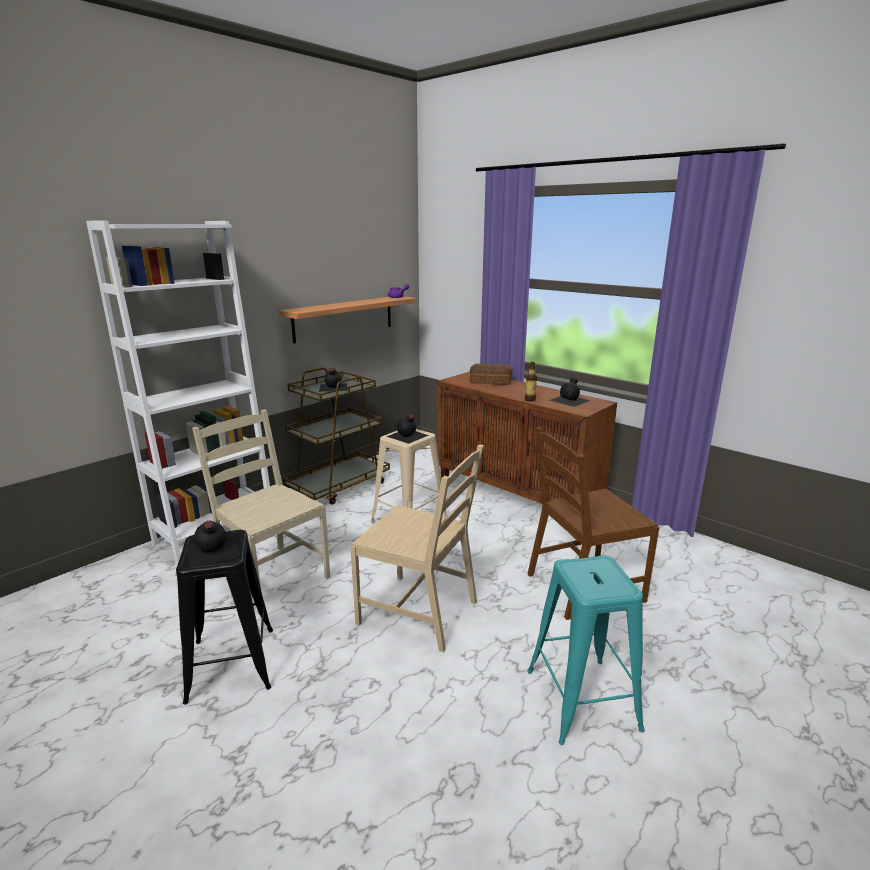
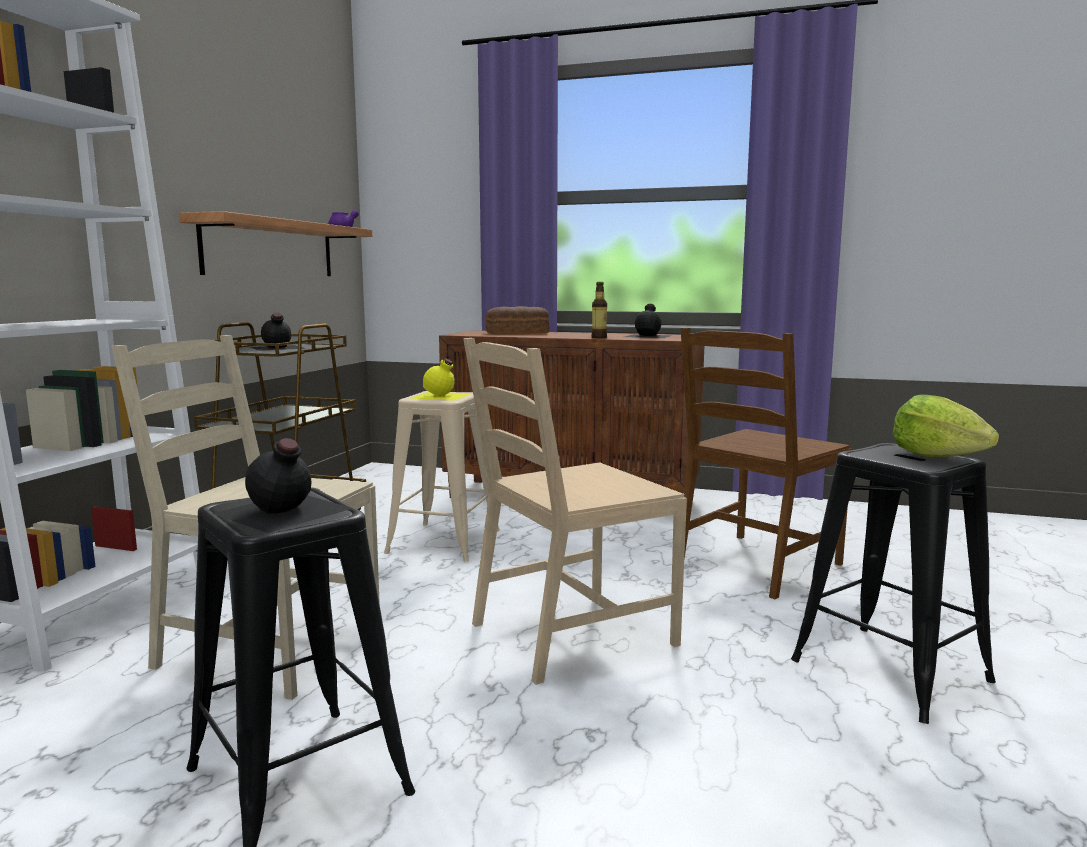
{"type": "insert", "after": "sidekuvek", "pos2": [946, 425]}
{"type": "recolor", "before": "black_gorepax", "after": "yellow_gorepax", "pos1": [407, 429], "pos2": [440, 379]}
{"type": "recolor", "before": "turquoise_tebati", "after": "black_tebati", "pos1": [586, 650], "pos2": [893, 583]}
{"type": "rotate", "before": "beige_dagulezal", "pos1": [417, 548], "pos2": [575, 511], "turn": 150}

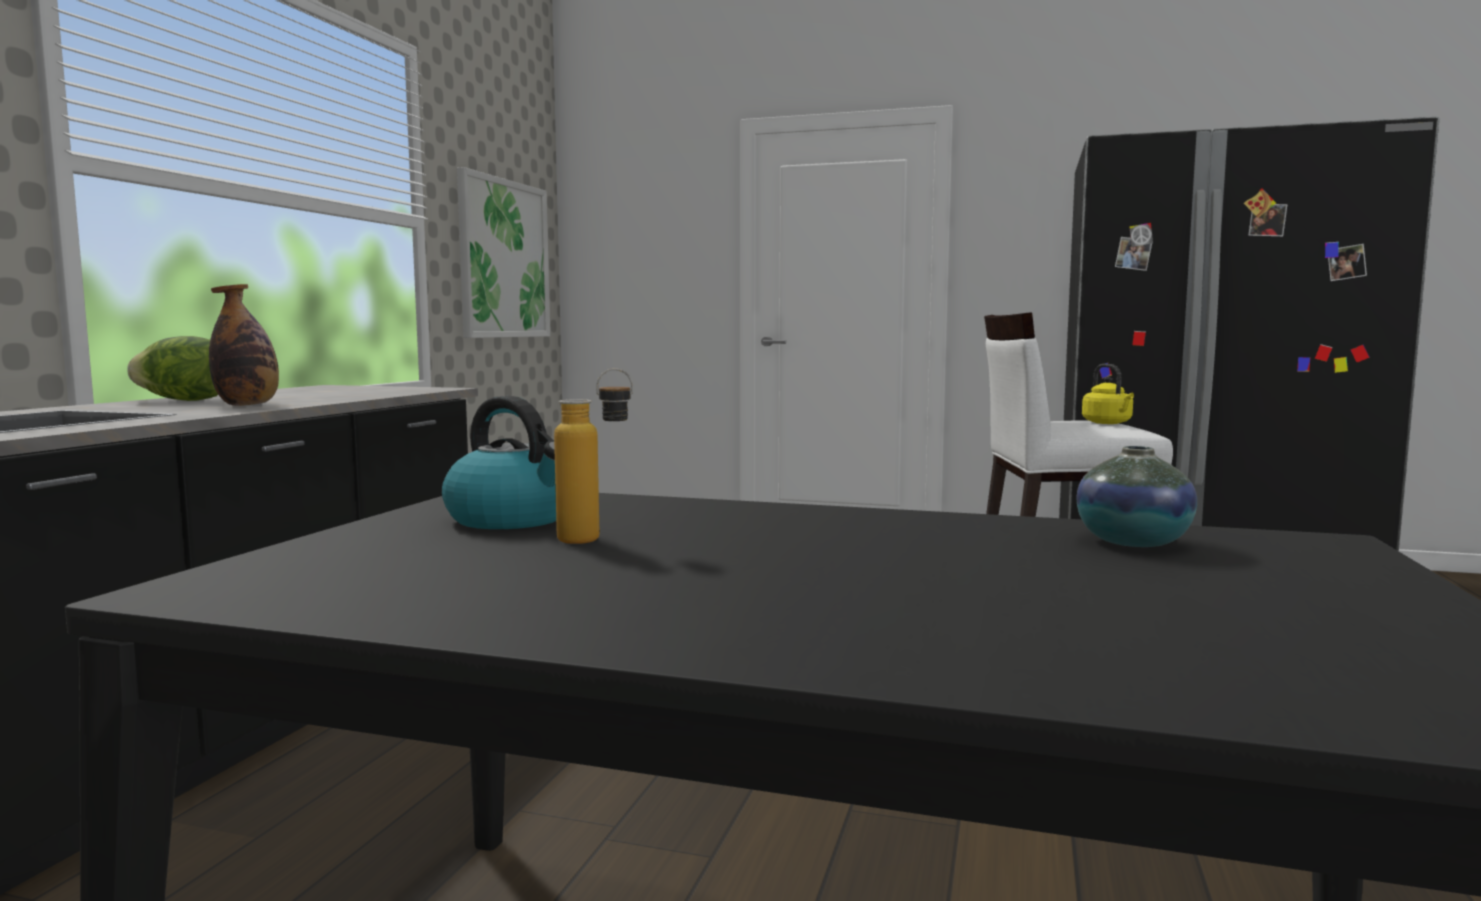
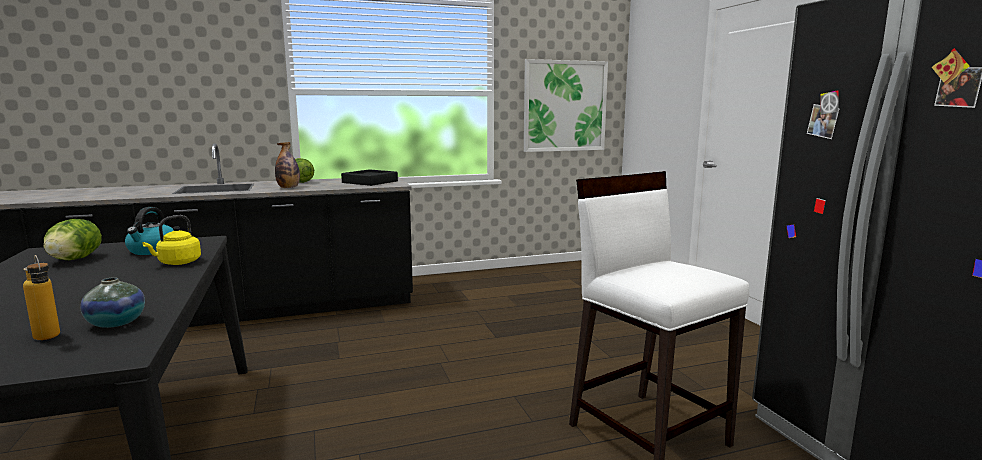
{"type": "insert", "after": "sidekuvek", "pos2": [73, 239]}
{"type": "insert", "after": "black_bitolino", "pos2": [369, 177]}
{"type": "move", "before": "gorepax", "pos1": [593, 456], "pos2": [41, 297]}
{"type": "move", "before": "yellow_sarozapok", "pos1": [1108, 394], "pos2": [171, 240]}

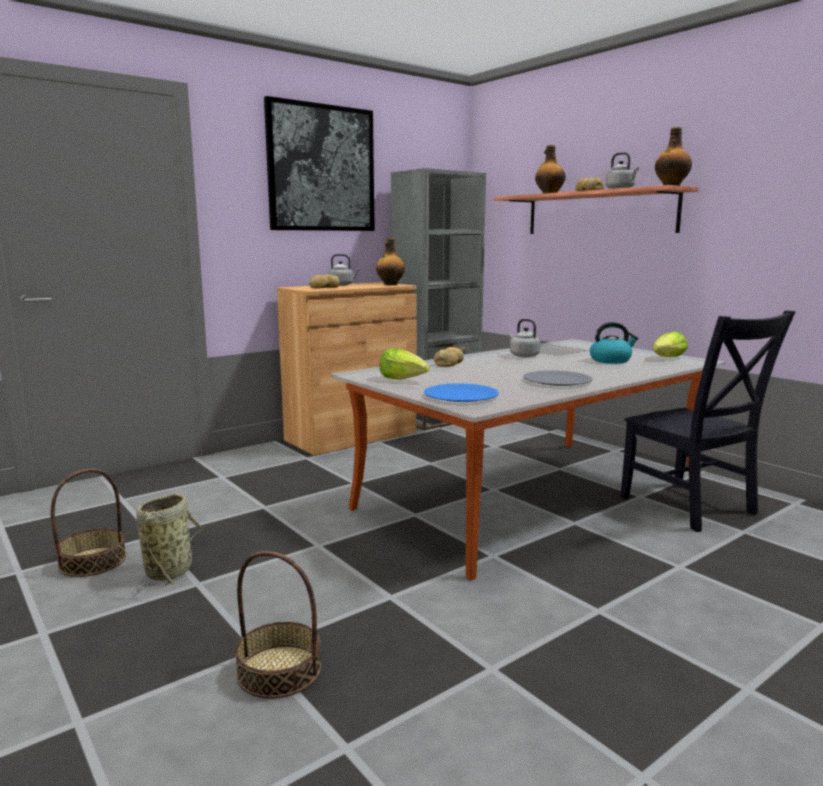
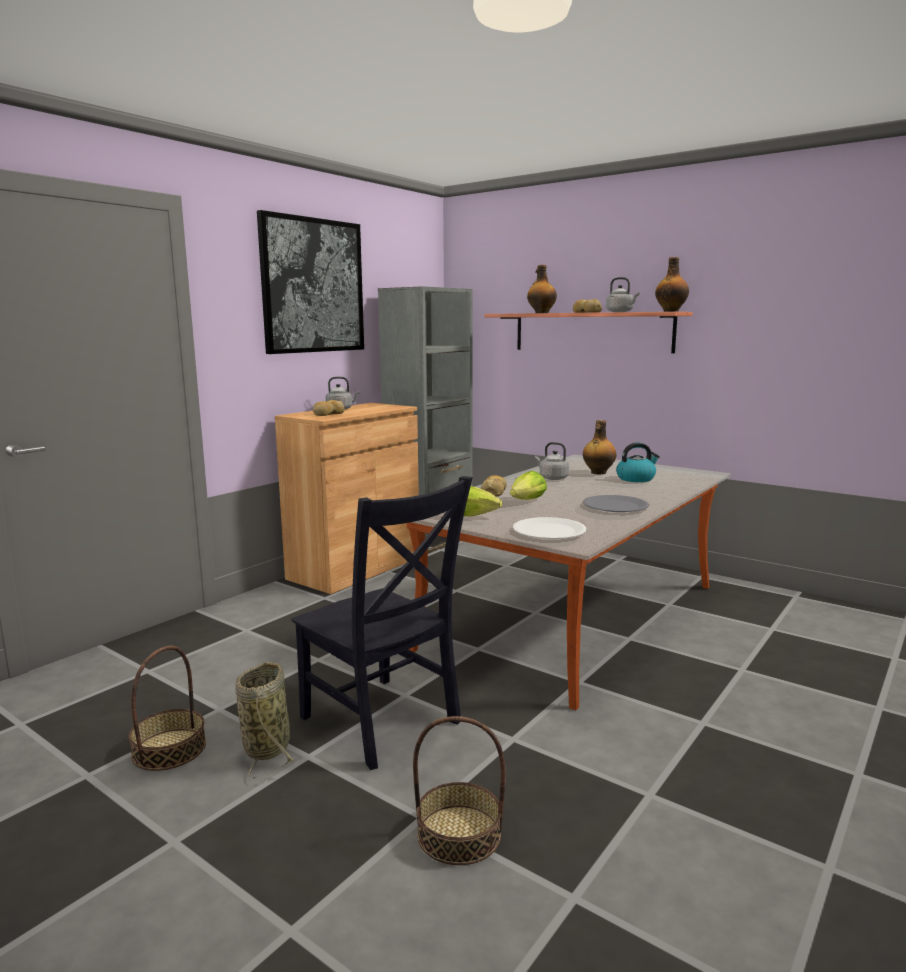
{"type": "move", "before": "gorepax", "pos1": [390, 261], "pos2": [599, 447]}
{"type": "move", "before": "black_dagulezal", "pos1": [708, 421], "pos2": [382, 623]}
{"type": "move", "before": "sidekuvek", "pos1": [670, 344], "pos2": [528, 485]}
{"type": "recolor", "before": "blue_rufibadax", "after": "white_rufibadax", "pos1": [461, 392], "pos2": [549, 528]}

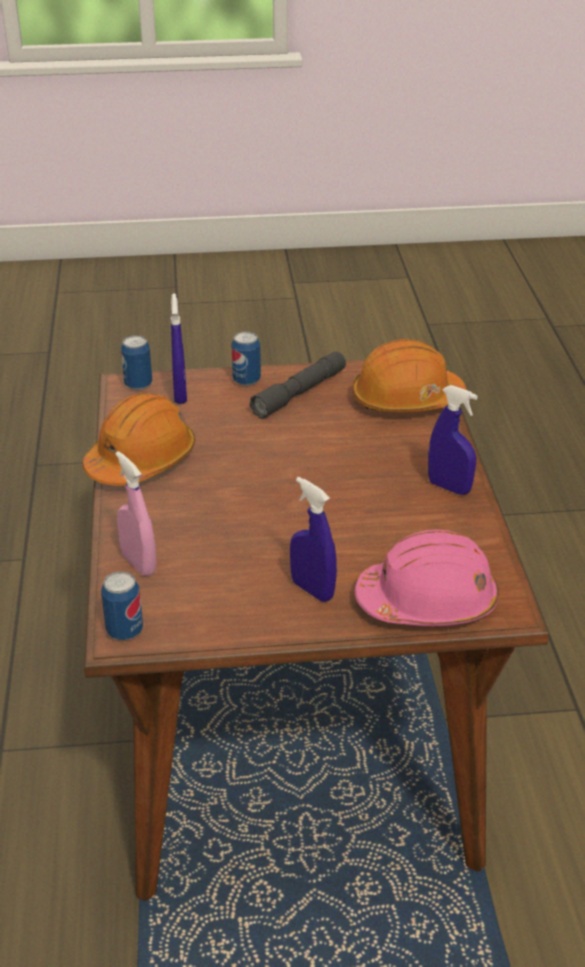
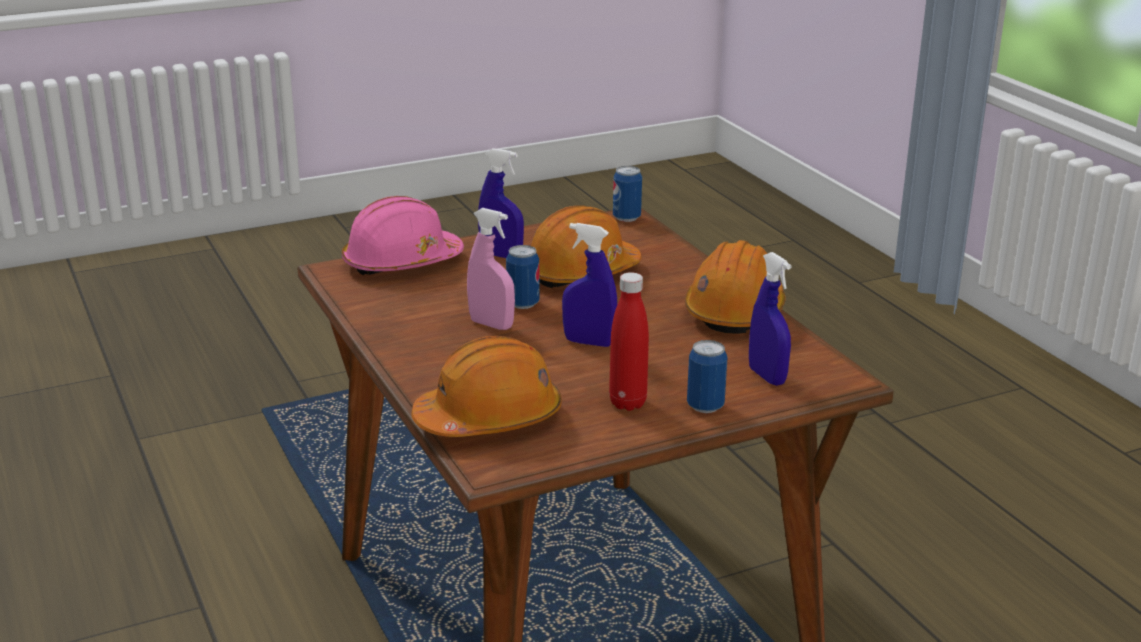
{"type": "insert", "after": "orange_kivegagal", "pos2": [586, 246]}
{"type": "move", "before": "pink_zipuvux", "pos1": [135, 513], "pos2": [491, 269]}
{"type": "move", "before": "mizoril", "pos1": [136, 362], "pos2": [523, 277]}
{"type": "move", "before": "blue_zipuvux", "pos1": [453, 440], "pos2": [589, 285]}
{"type": "replace", "before": "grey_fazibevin", "after": "red_gorepax", "pos1": [298, 385], "pos2": [629, 341]}

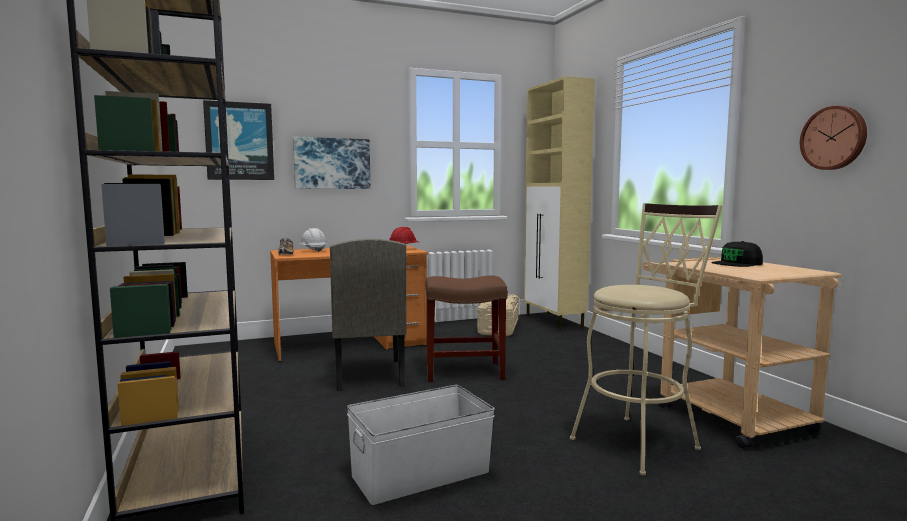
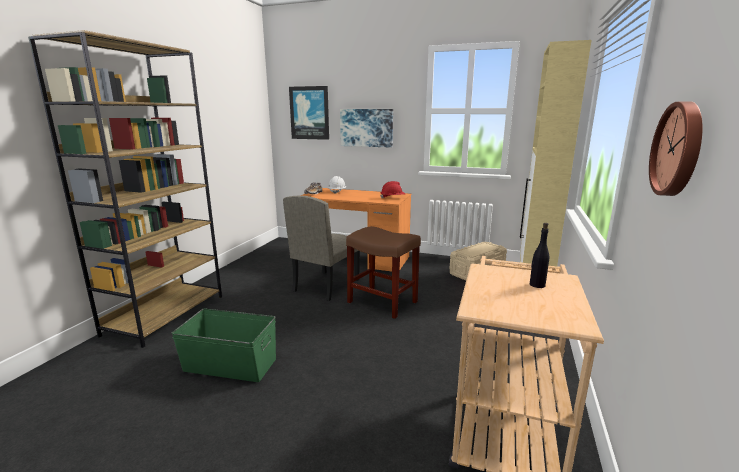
{"type": "delete", "before": "beige_tebati", "pos1": [646, 339]}
{"type": "replace", "before": "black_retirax", "after": "black_gorepax", "pos1": [737, 254], "pos2": [539, 255]}
{"type": "recolor", "before": "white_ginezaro", "after": "green_ginezaro", "pos1": [421, 445], "pos2": [224, 345]}

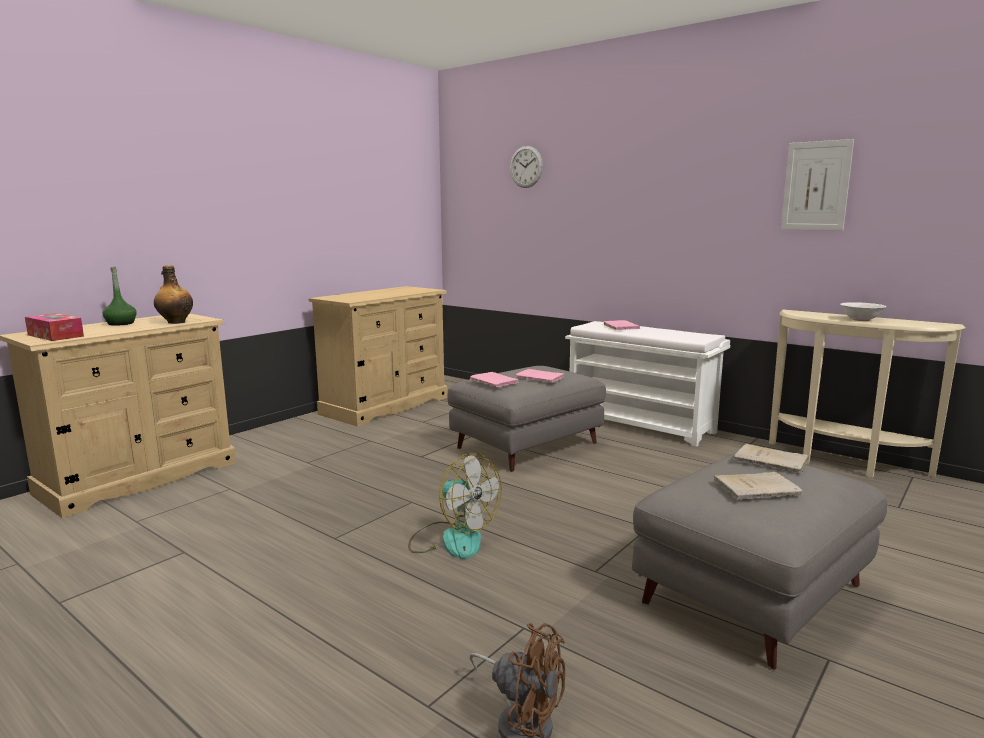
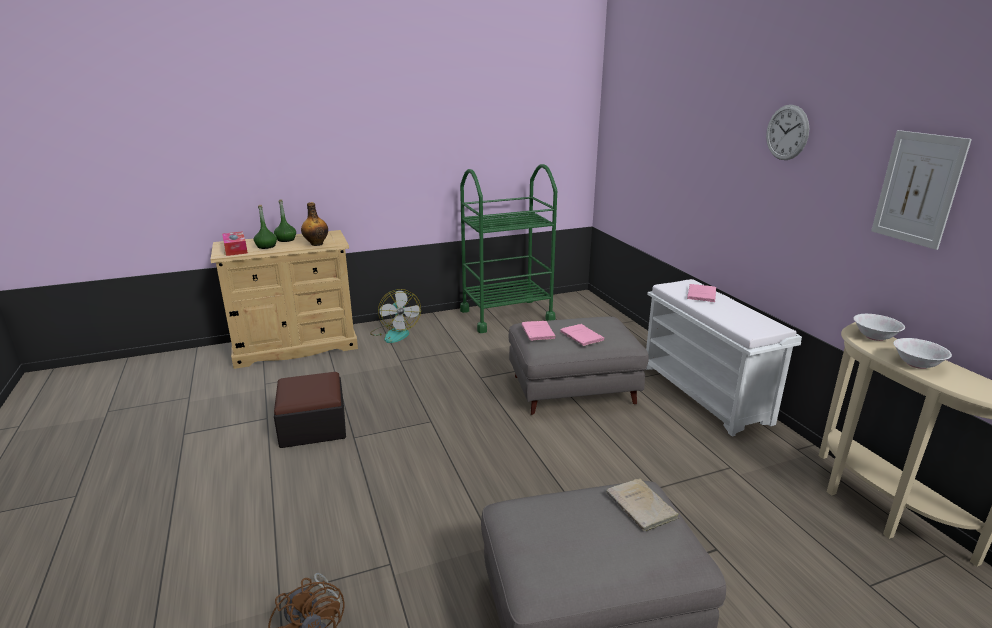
{"type": "delete", "before": "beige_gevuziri", "pos1": [758, 486]}
{"type": "insert", "after": "green_gorepax", "pos2": [265, 227]}
{"type": "insert", "after": "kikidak", "pos2": [310, 410]}
{"type": "insert", "after": "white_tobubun", "pos2": [879, 327]}
{"type": "move", "before": "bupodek", "pos1": [455, 506], "pos2": [395, 316]}
{"type": "move", "before": "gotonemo", "pos1": [526, 167], "pos2": [788, 132]}
{"type": "replace", "before": "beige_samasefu", "after": "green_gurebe", "pos1": [378, 356], "pos2": [508, 248]}

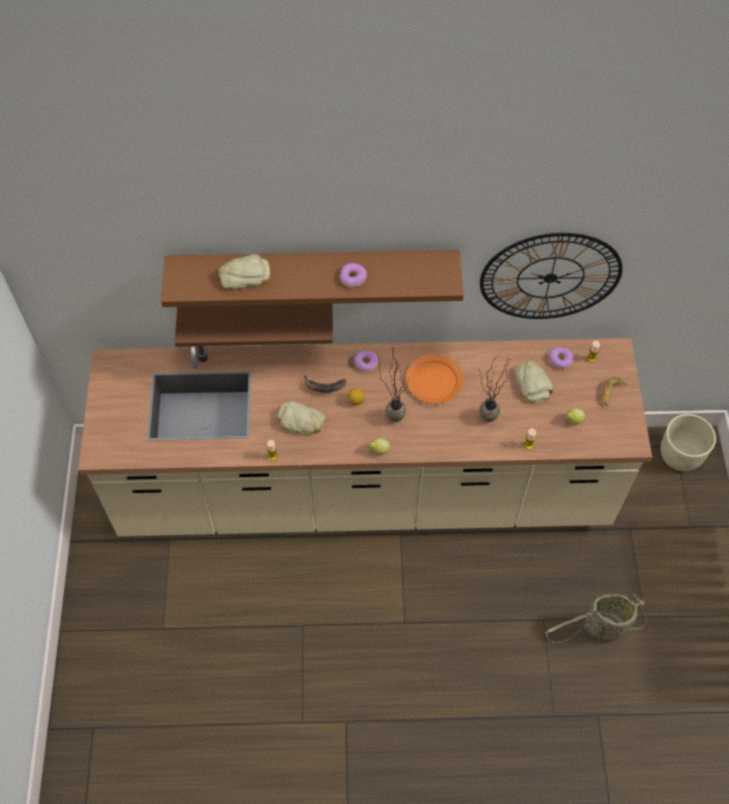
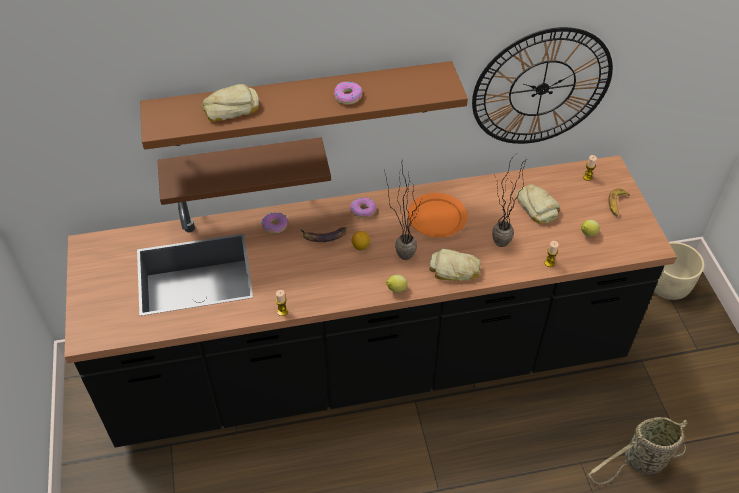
{"type": "move", "before": "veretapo", "pos1": [301, 418], "pos2": [455, 265]}
{"type": "move", "before": "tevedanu", "pos1": [561, 357], "pos2": [274, 223]}
{"type": "recolor", "before": "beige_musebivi", "after": "black_musebivi", "pos1": [365, 437], "pos2": [370, 301]}

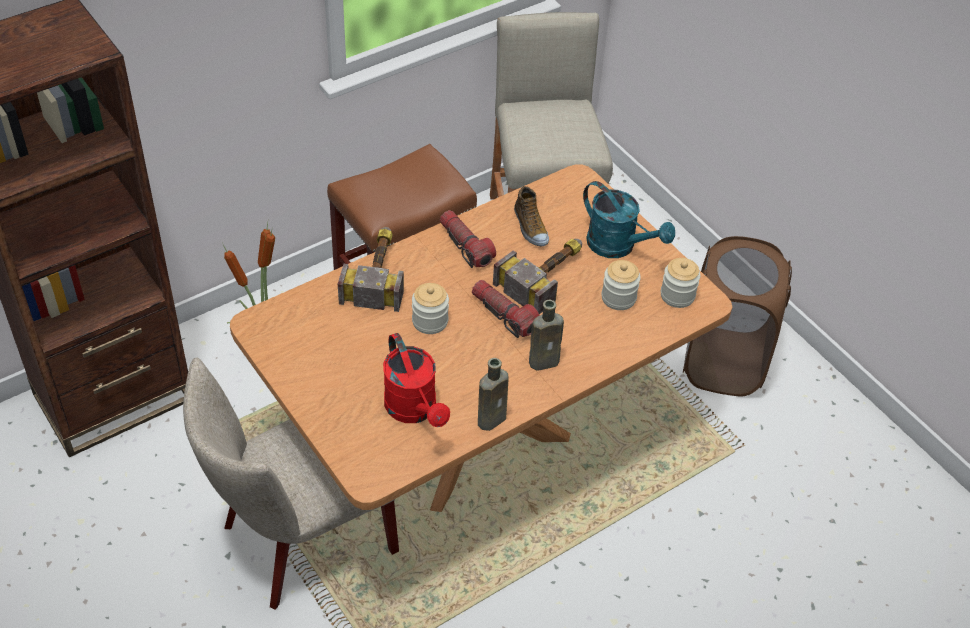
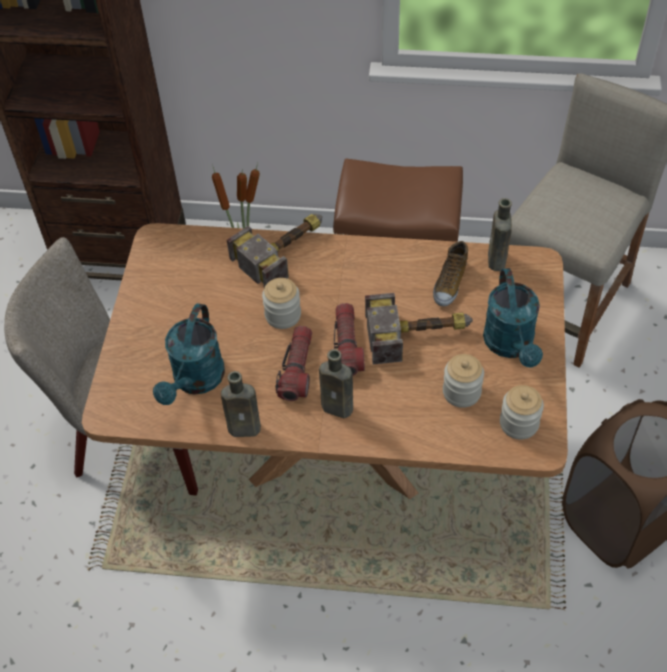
{"type": "insert", "after": "brown_gorepax", "pos2": [500, 234]}
{"type": "move", "before": "fazibevin", "pos1": [468, 239], "pos2": [293, 363]}
{"type": "recolor", "before": "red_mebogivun", "after": "turquoise_mebogivun", "pos1": [416, 380], "pos2": [189, 354]}

